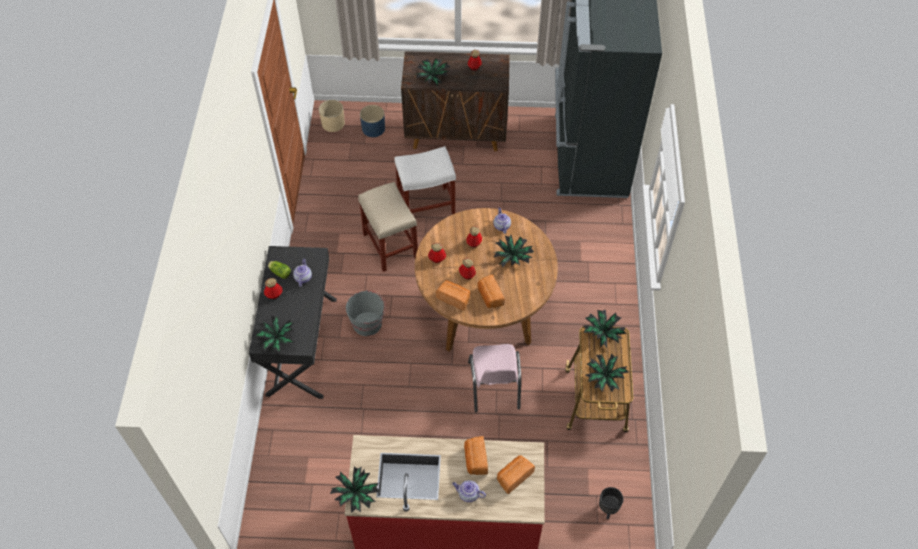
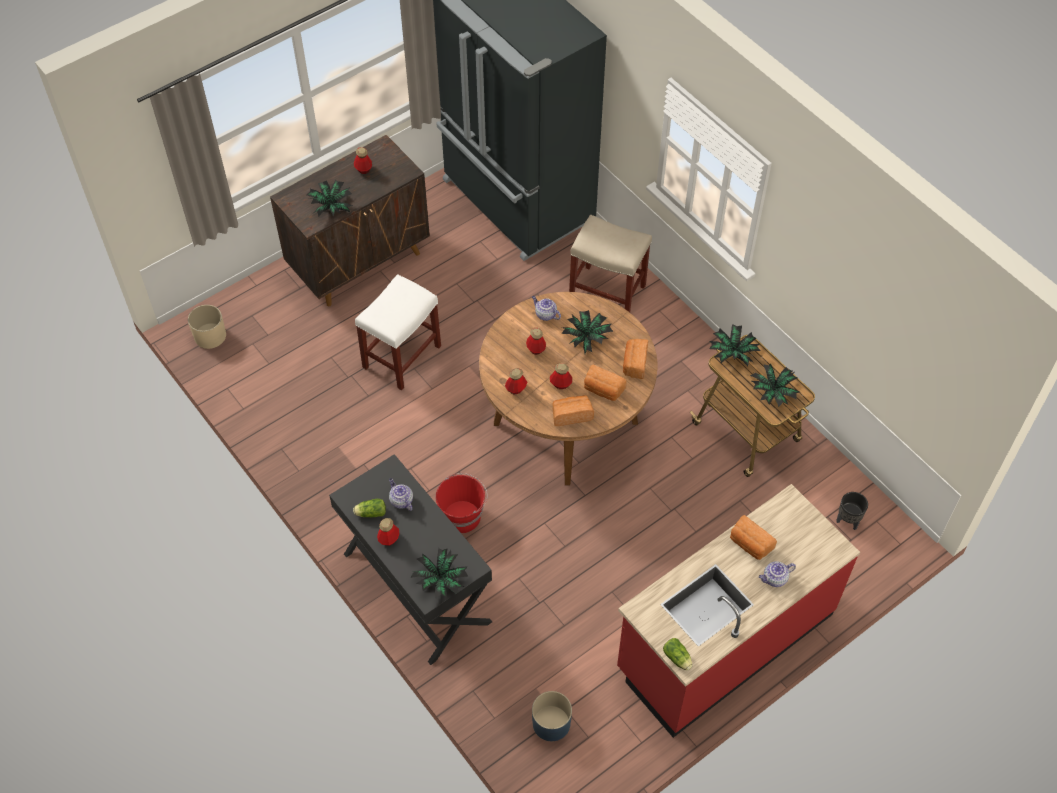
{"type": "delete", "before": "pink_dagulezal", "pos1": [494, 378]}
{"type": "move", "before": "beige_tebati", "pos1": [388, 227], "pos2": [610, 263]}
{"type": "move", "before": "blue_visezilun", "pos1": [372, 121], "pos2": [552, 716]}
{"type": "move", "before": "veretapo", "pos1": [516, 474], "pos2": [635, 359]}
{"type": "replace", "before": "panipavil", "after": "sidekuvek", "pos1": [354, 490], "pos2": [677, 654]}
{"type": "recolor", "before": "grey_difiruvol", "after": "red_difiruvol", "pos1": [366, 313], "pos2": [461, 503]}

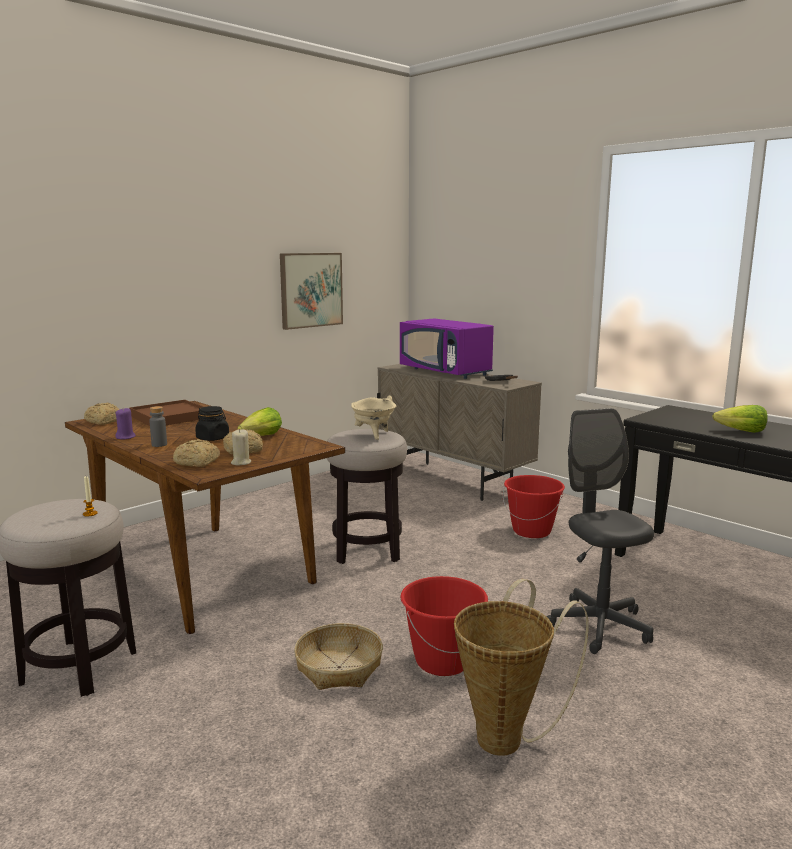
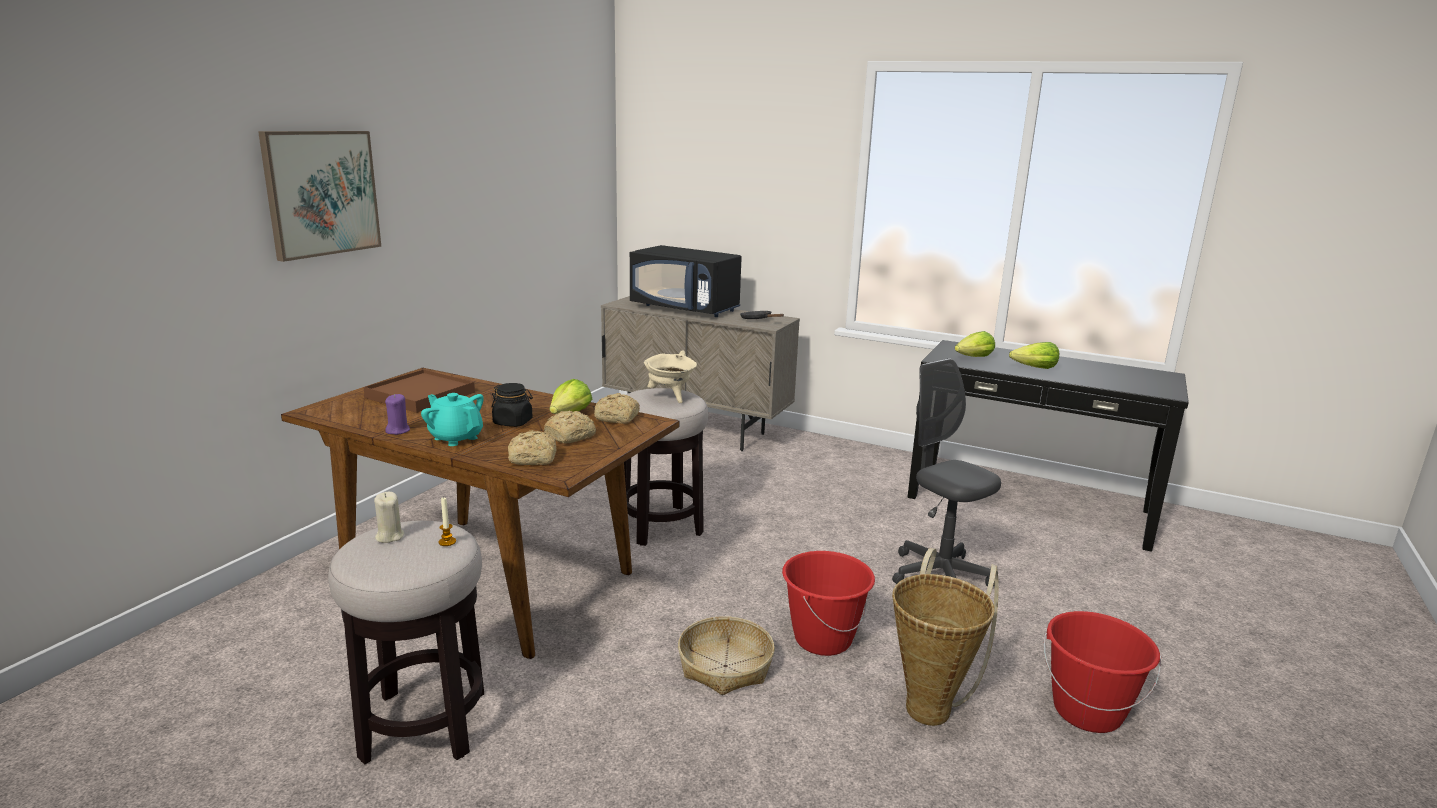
{"type": "insert", "after": "sidekuvek", "pos2": [975, 344]}
{"type": "move", "before": "veretapo", "pos1": [102, 414], "pos2": [617, 408]}
{"type": "move", "before": "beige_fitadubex", "pos1": [241, 447], "pos2": [389, 517]}
{"type": "move", "before": "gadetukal", "pos1": [311, 291], "pos2": [319, 196]}
{"type": "move", "before": "red_difiruvol", "pos1": [534, 506], "pos2": [1102, 672]}
{"type": "replace", "before": "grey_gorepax", "after": "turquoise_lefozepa", "pos1": [158, 426], "pos2": [452, 419]}
{"type": "recolor", "before": "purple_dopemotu", "after": "black_dopemotu", "pos1": [447, 349], "pos2": [686, 281]}

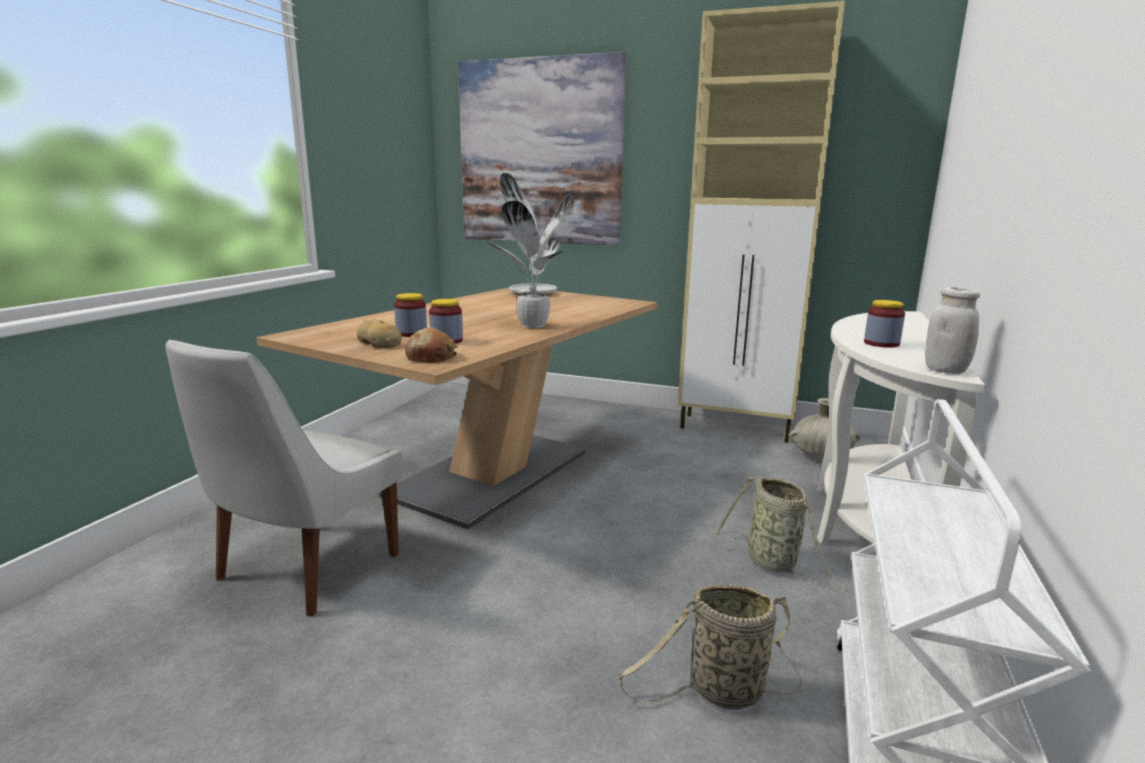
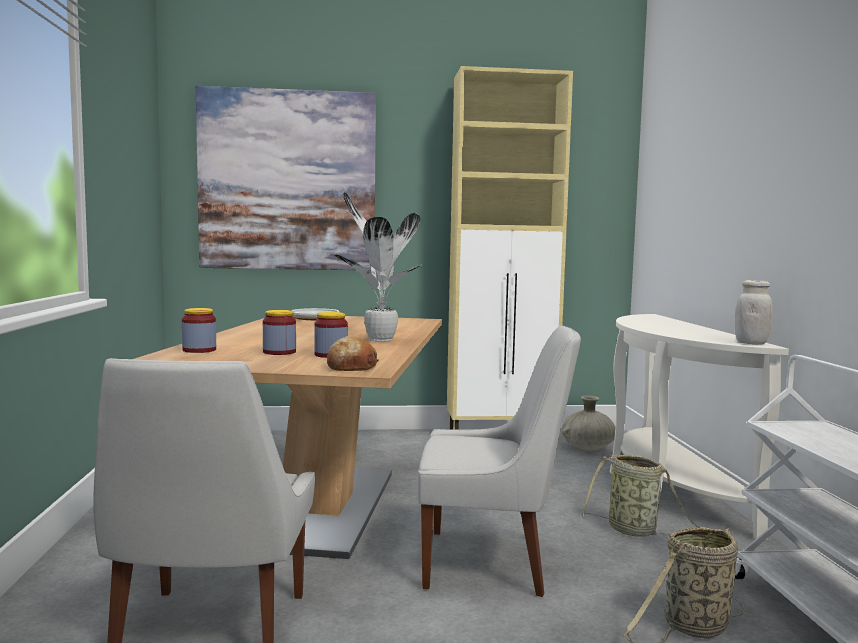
{"type": "delete", "before": "veretapo", "pos1": [379, 334]}
{"type": "insert", "after": "white_dagulezal", "pos2": [499, 461]}
{"type": "move", "before": "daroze", "pos1": [884, 324], "pos2": [199, 330]}

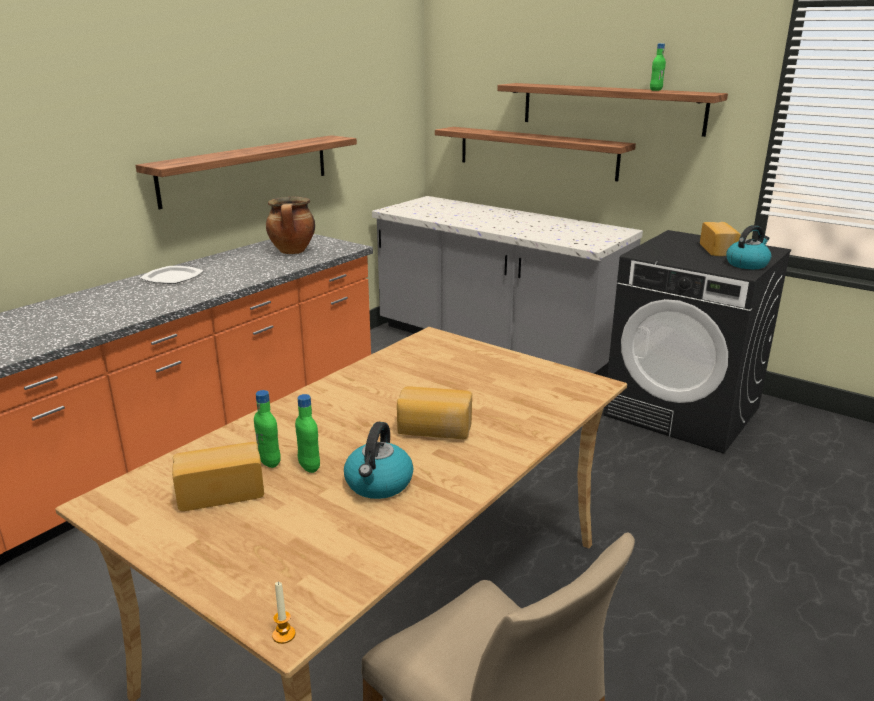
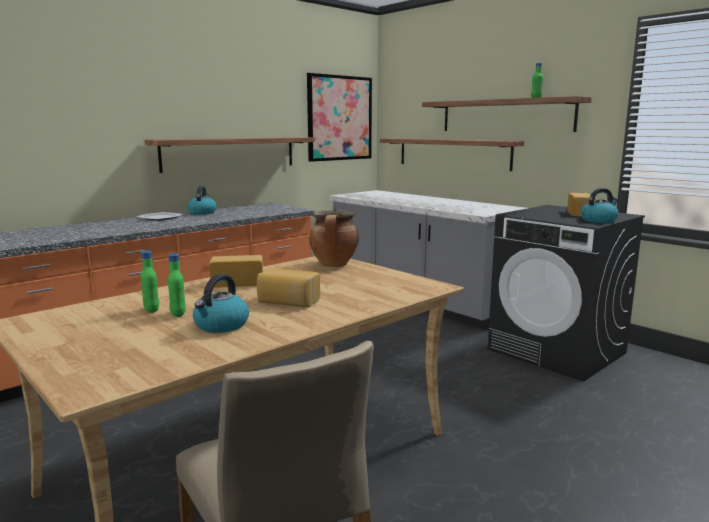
{"type": "delete", "before": "fitadubex", "pos1": [284, 613]}
{"type": "insert", "after": "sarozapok", "pos2": [202, 200]}
{"type": "insert", "after": "gadetukal", "pos2": [339, 117]}
{"type": "move", "before": "veretapo", "pos1": [218, 476], "pos2": [236, 271]}
{"type": "move", "before": "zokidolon", "pos1": [290, 225], "pos2": [334, 238]}

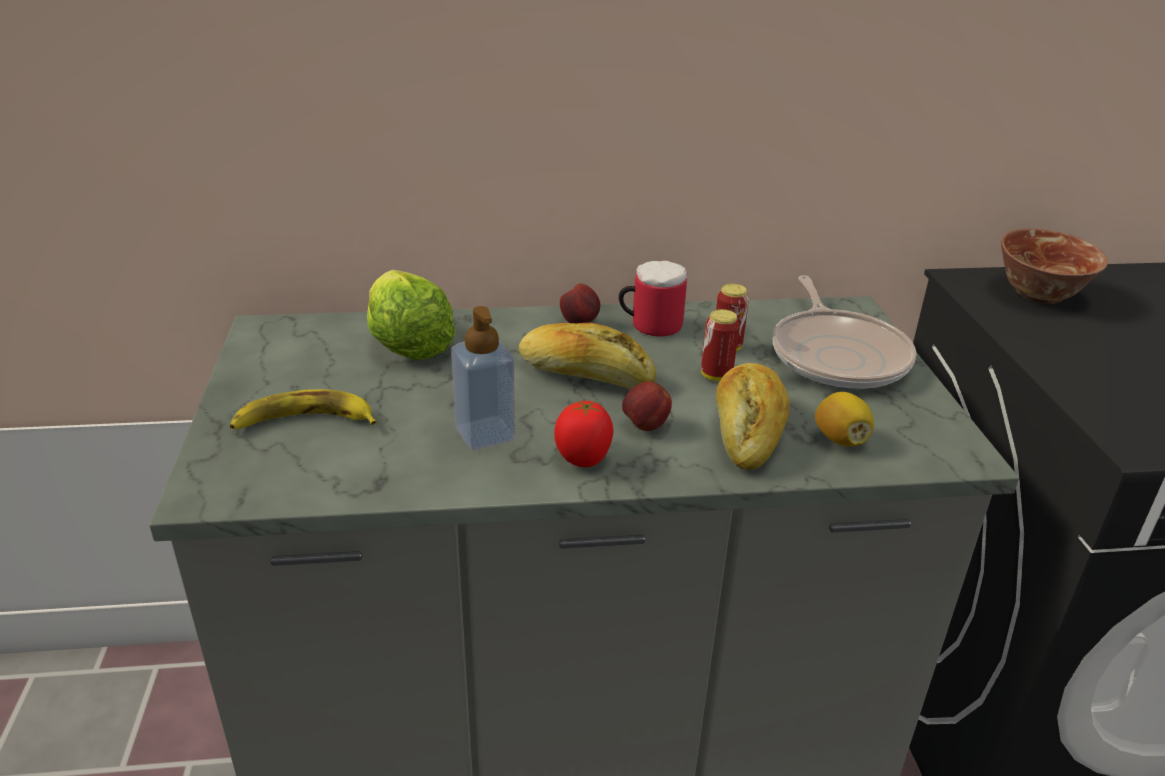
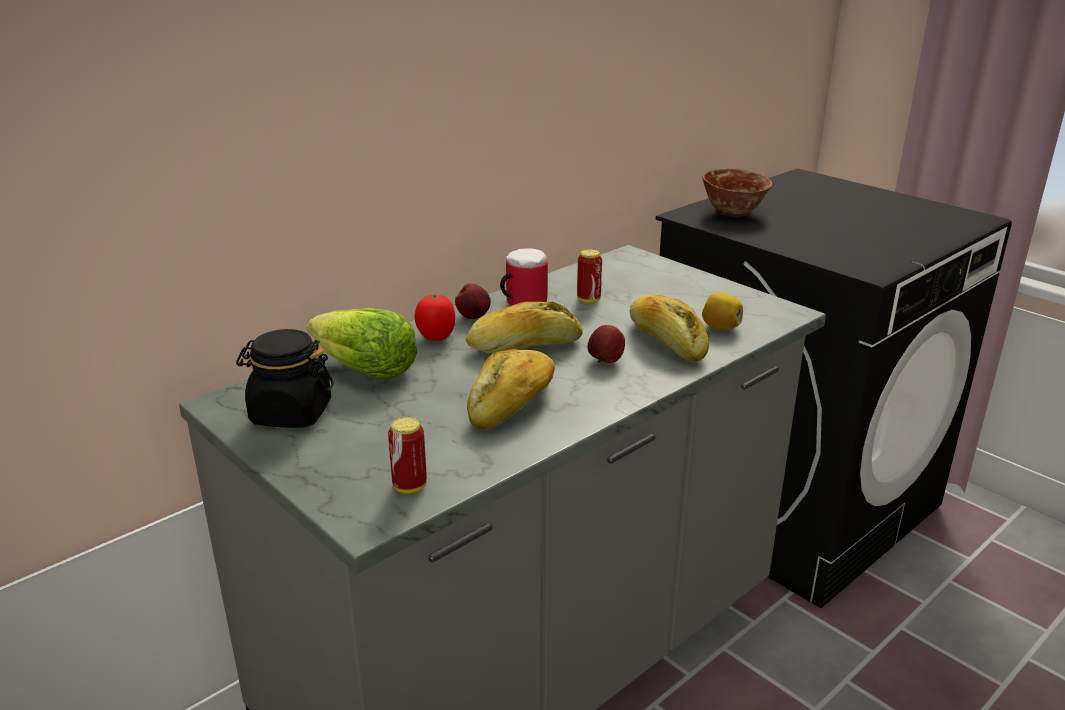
{"type": "delete", "before": "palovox", "pos1": [303, 409]}
{"type": "delete", "before": "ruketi", "pos1": [844, 332]}
{"type": "insert", "after": "black_daroze", "pos2": [285, 378]}
{"type": "move", "before": "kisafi", "pos1": [583, 434], "pos2": [434, 317]}
{"type": "move", "before": "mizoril", "pos1": [720, 345], "pos2": [407, 455]}
{"type": "replace", "before": "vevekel", "after": "veretapo", "pos1": [483, 378], "pos2": [511, 389]}

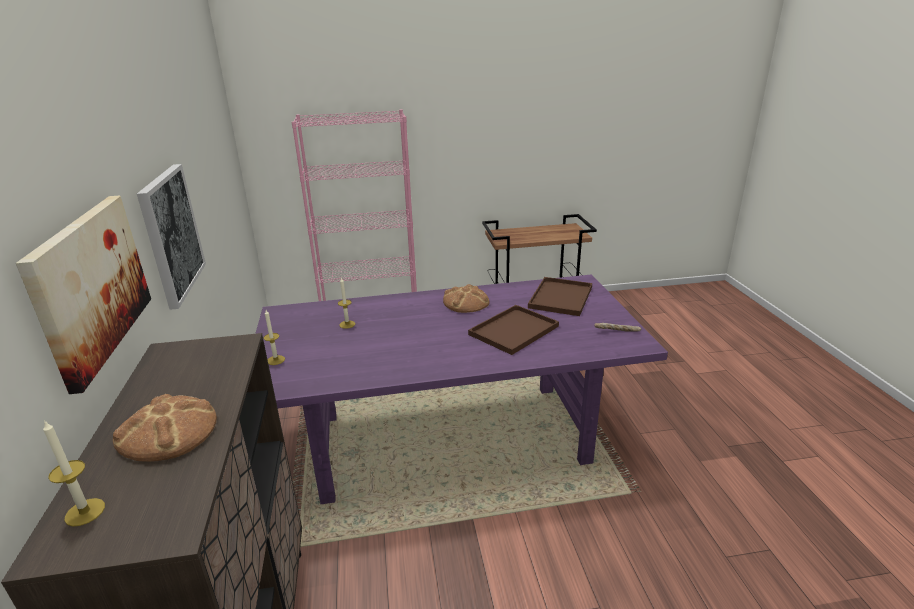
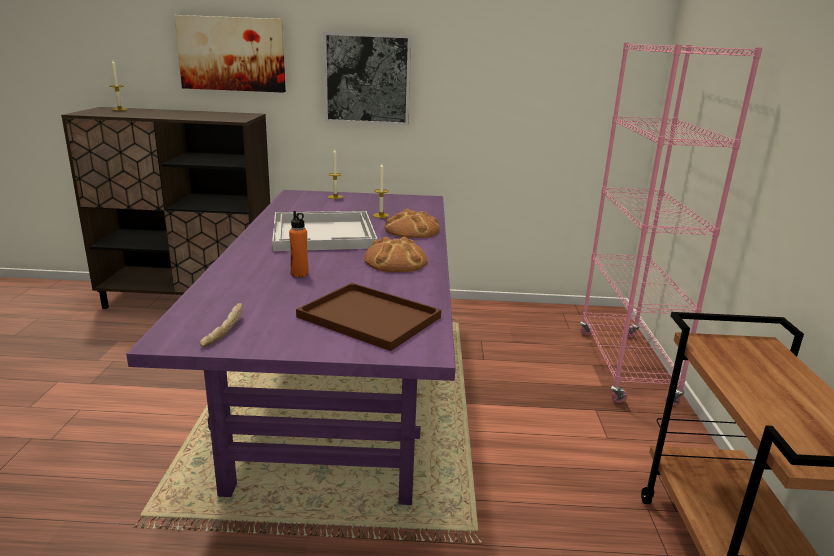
{"type": "insert", "after": "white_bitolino", "pos2": [325, 231]}
{"type": "move", "before": "veretapo", "pos1": [165, 428], "pos2": [412, 223]}
{"type": "replace", "before": "brown_bitolino", "after": "orange_gorepax", "pos1": [513, 330], "pos2": [299, 244]}

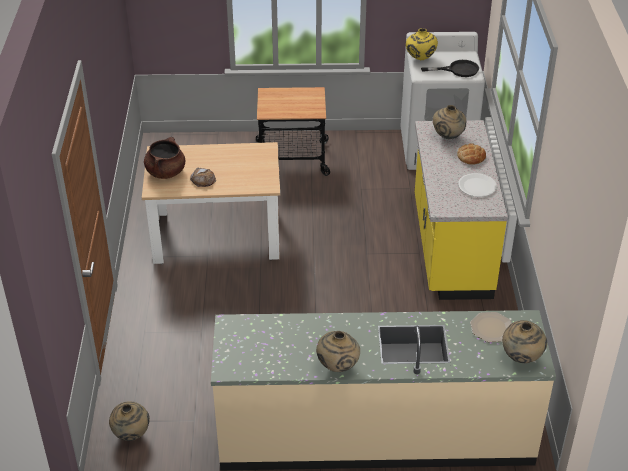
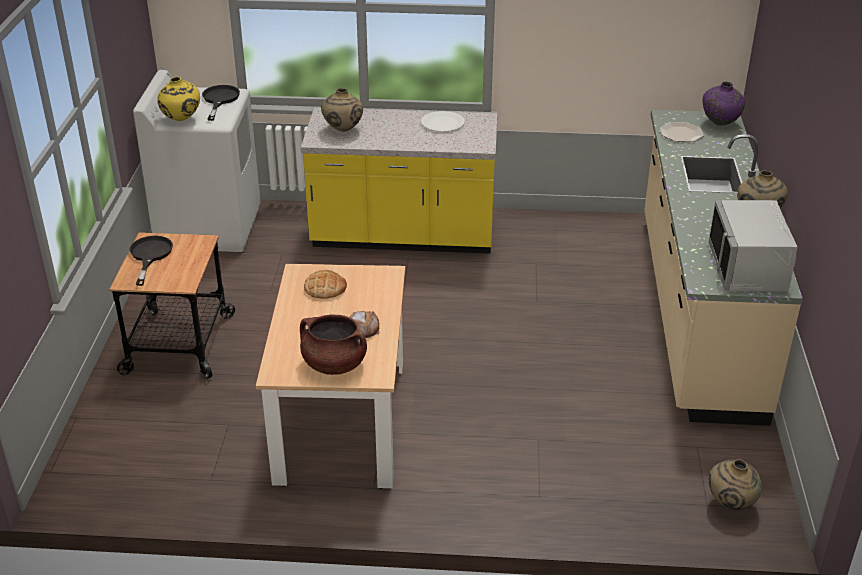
{"type": "insert", "after": "black_ruketi", "pos2": [151, 261]}
{"type": "insert", "after": "grey_dopemotu", "pos2": [753, 246]}
{"type": "move", "before": "veretapo", "pos1": [471, 154], "pos2": [325, 284]}
{"type": "recolor", "before": "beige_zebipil", "after": "purple_zebipil", "pos1": [524, 341], "pos2": [723, 103]}

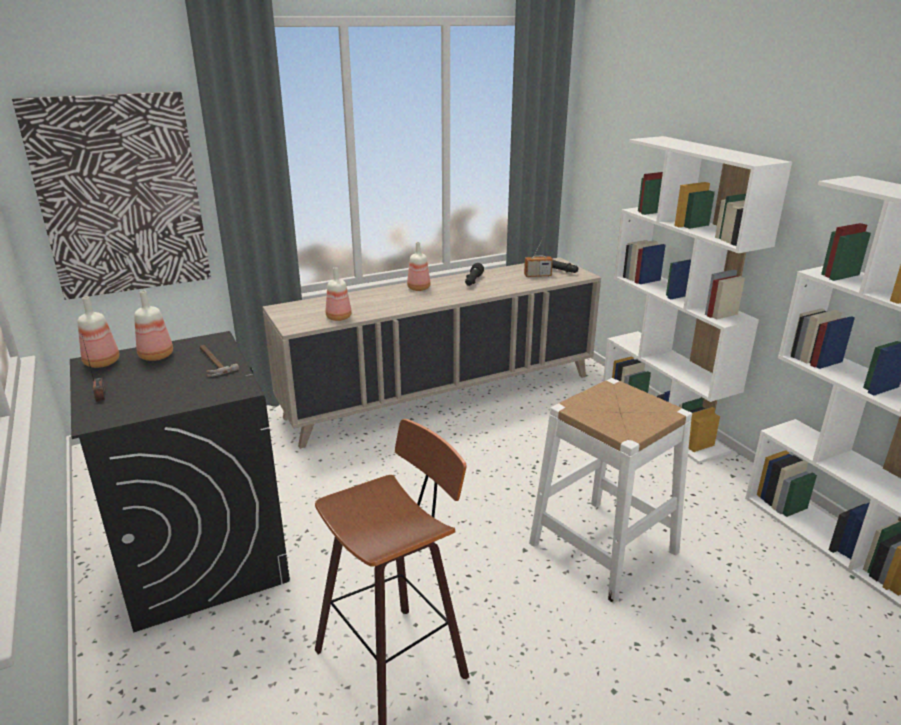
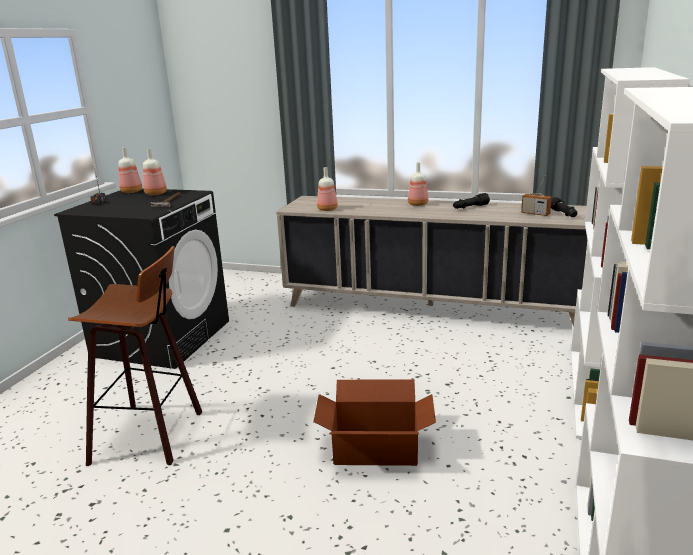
{"type": "delete", "before": "gadetukal", "pos1": [111, 195]}
{"type": "replace", "before": "white_tebati", "after": "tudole", "pos1": [610, 490], "pos2": [374, 422]}

